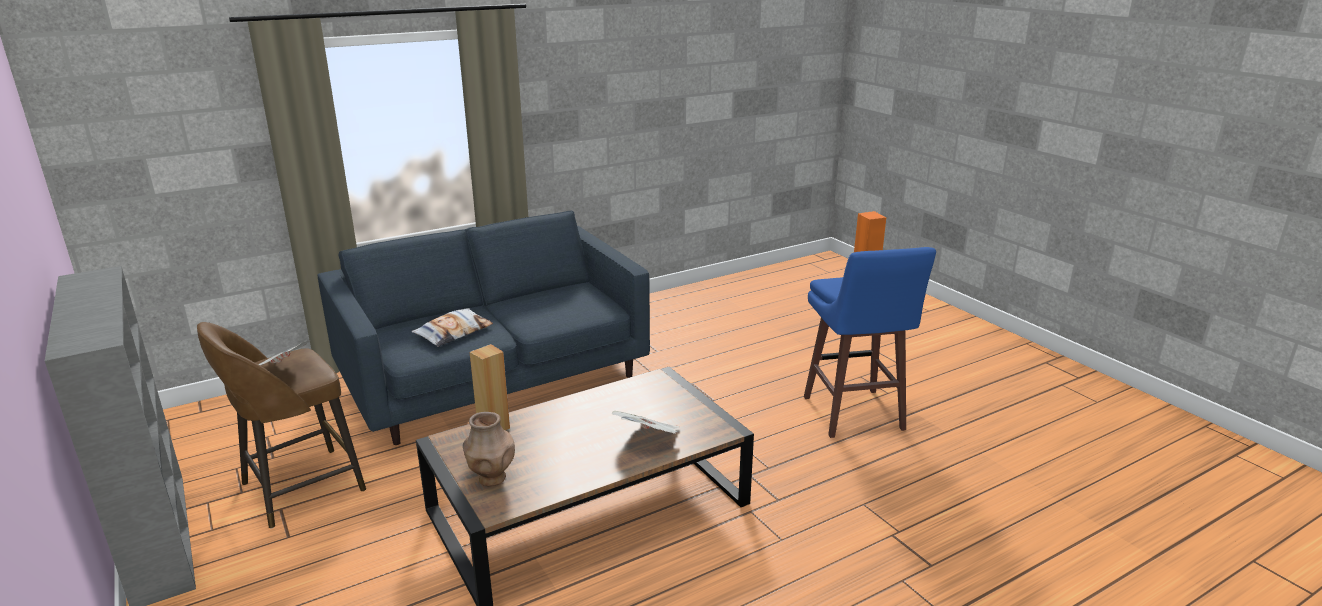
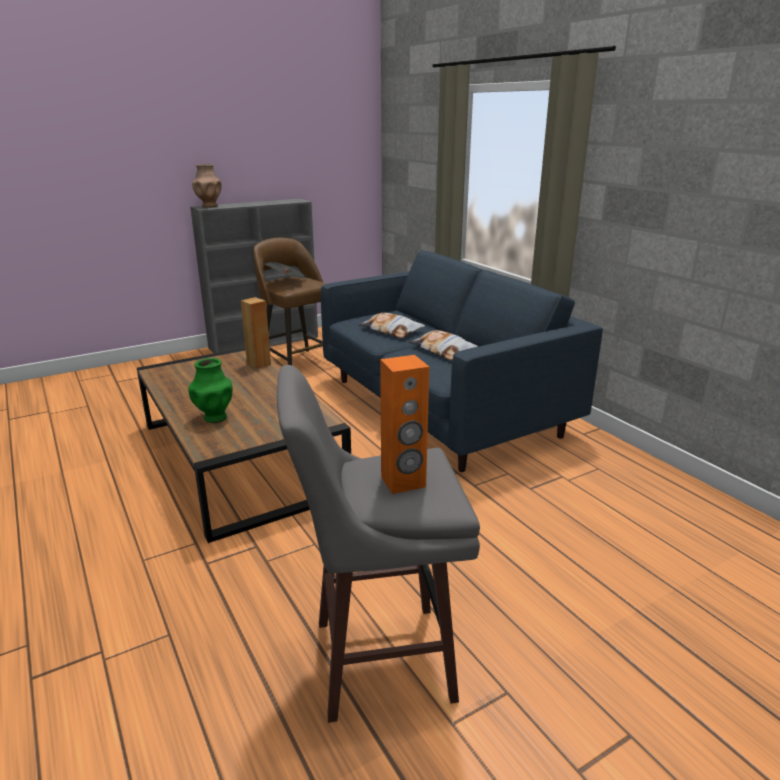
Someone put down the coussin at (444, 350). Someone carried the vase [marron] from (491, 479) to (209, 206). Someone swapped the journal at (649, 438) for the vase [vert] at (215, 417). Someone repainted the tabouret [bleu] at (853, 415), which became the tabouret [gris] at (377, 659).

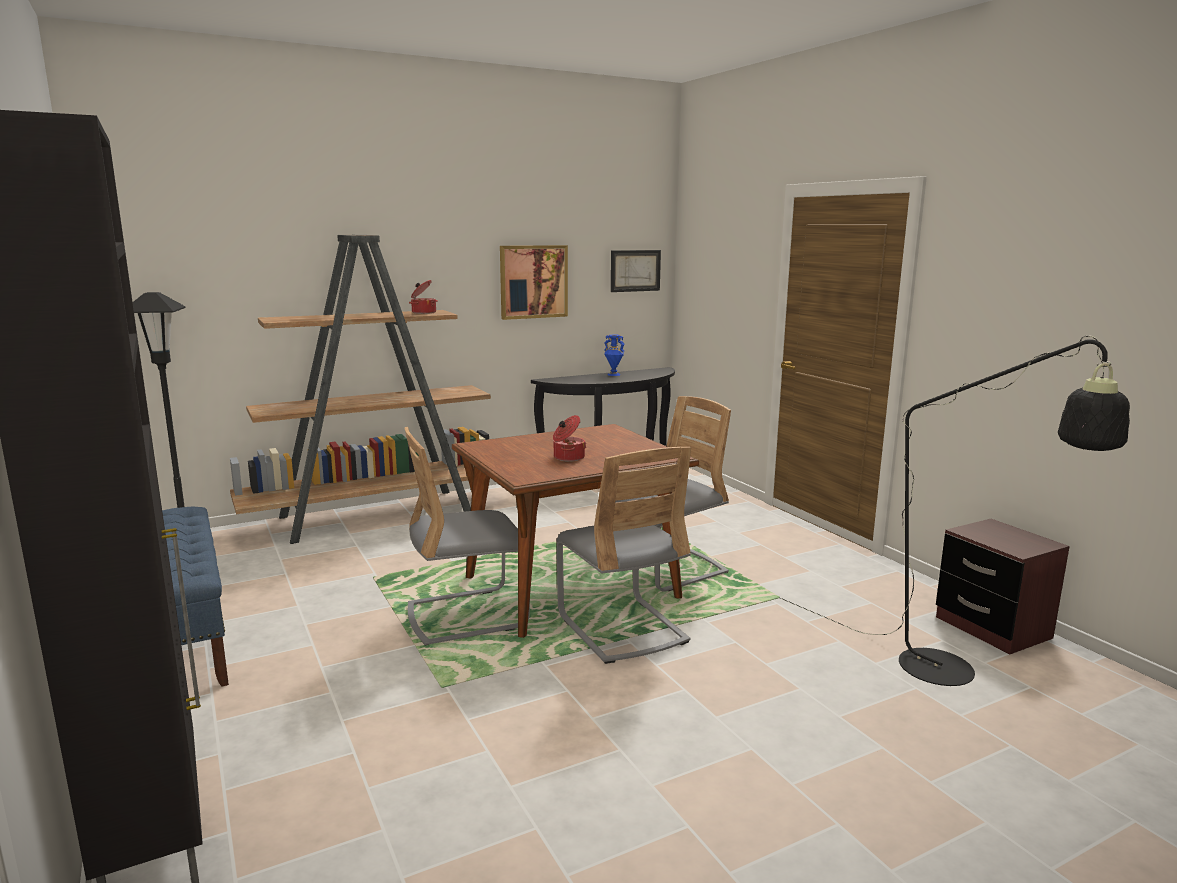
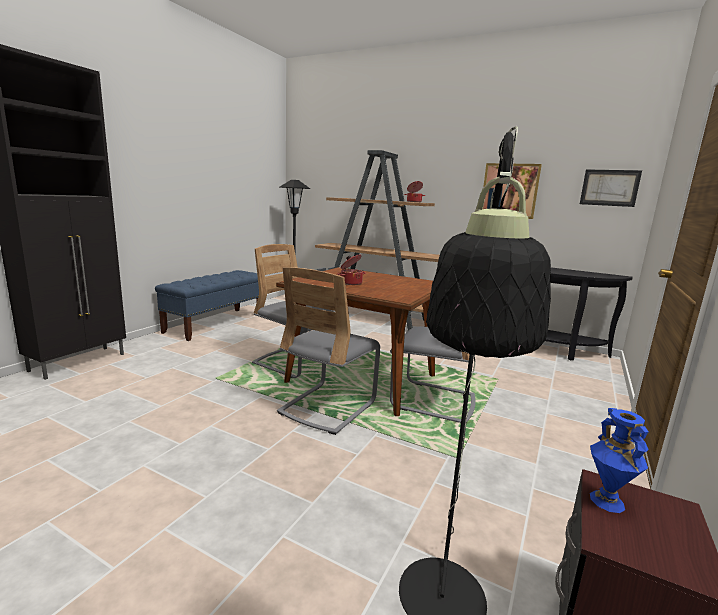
Someone carried the vase [bleu] from (613, 374) to (606, 501).

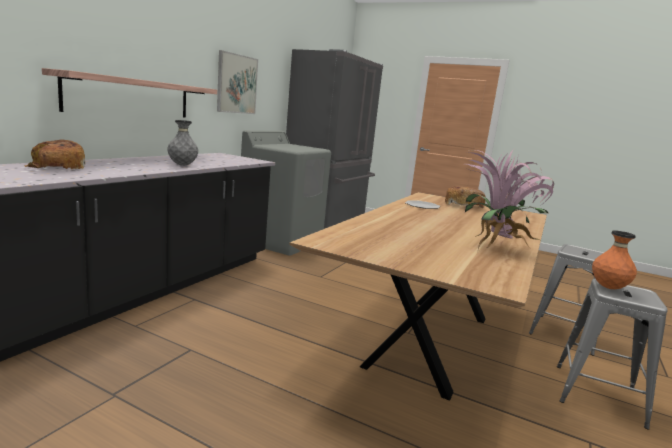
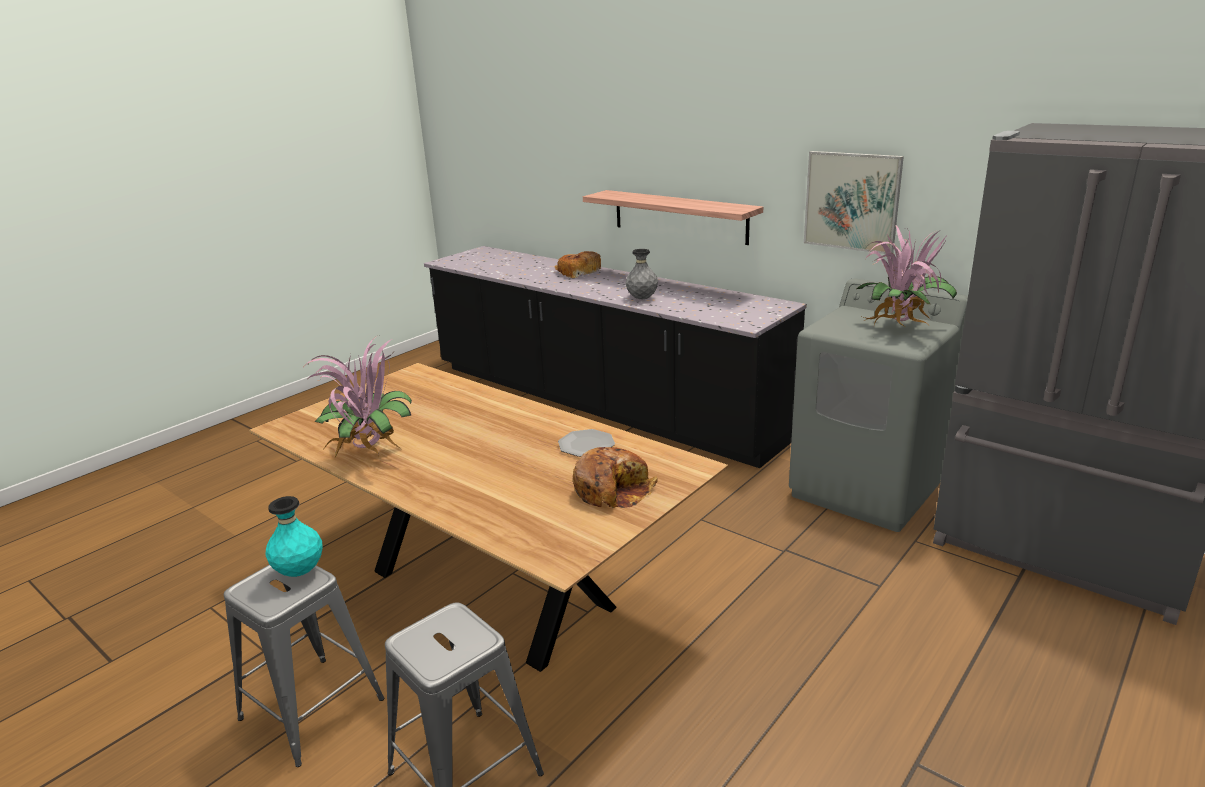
Someone put down the plante en pot at (900, 329). Someone repainted the vase [orange] at (608, 288), which became the vase [turquoise] at (300, 572).

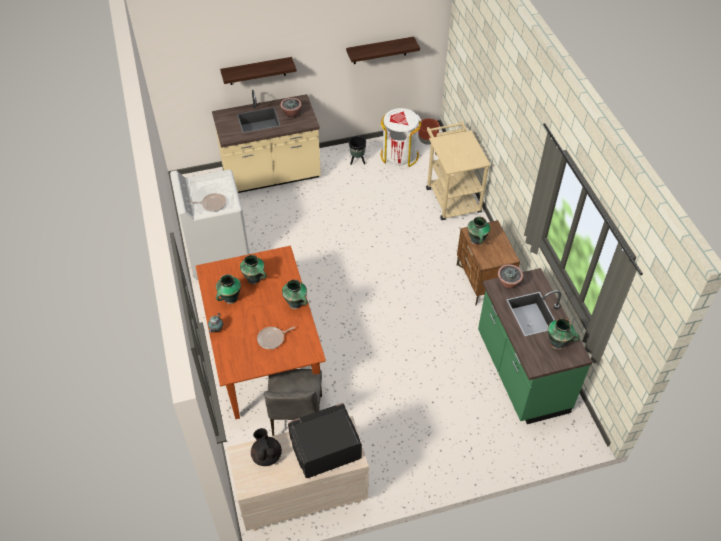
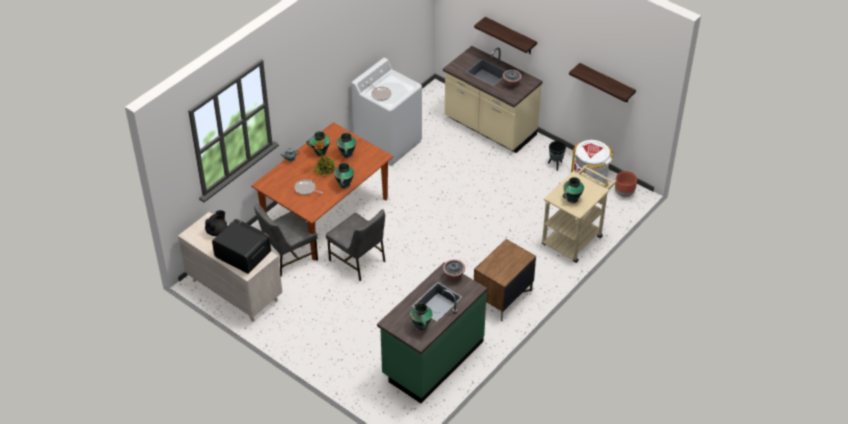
Someone put down the plante en pot at (325, 170). Someone put down the chaise [gris] at (358, 261). Someone carried the vase from (476, 241) to (571, 199).

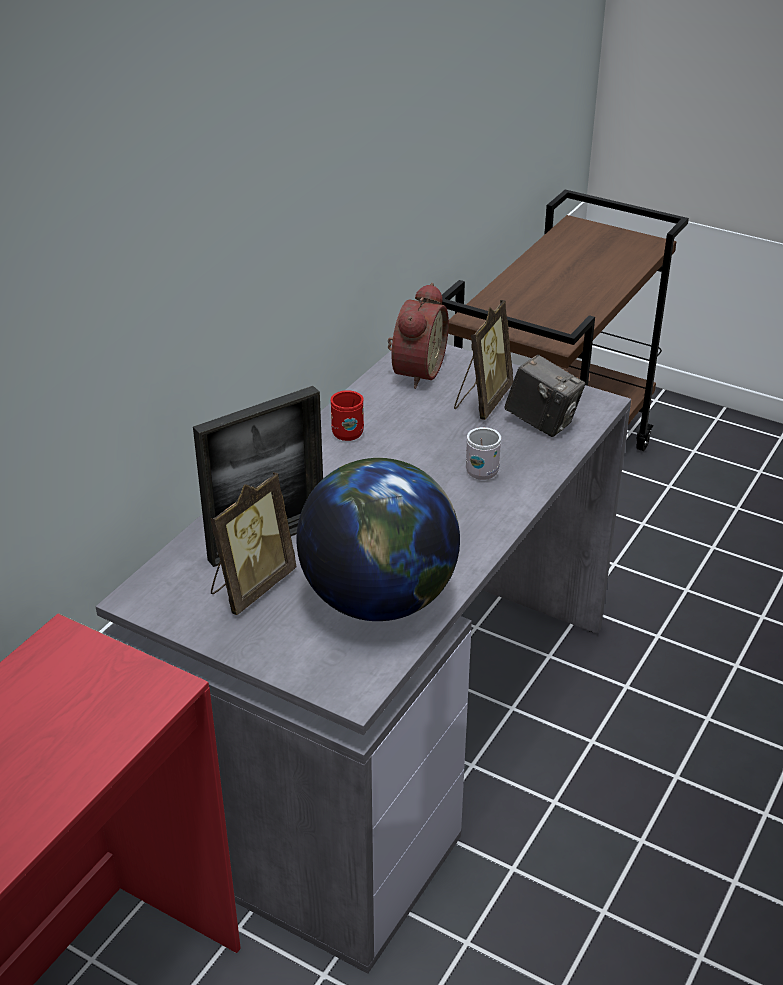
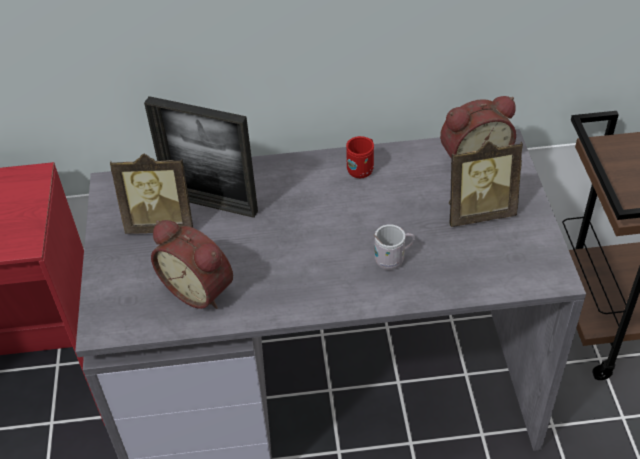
Someone took away the appareil photo at (542, 422). Someone swapped the globe at (379, 599) for the réveil at (200, 288).

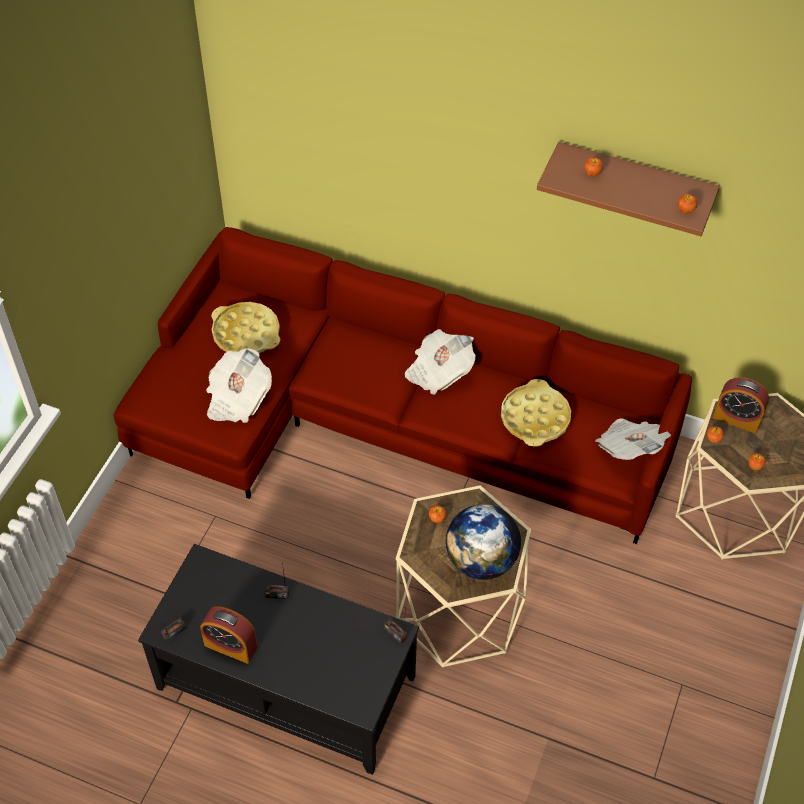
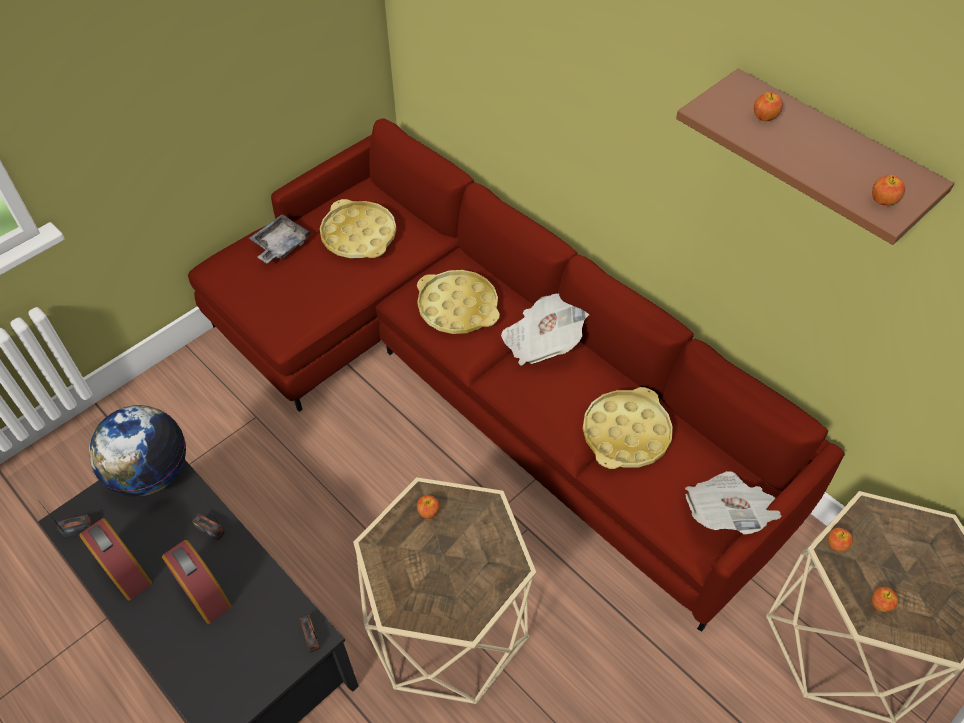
Someone took away the journal at (237, 399). Someone put down the plateau [gris] at (280, 245). Someone put down the plateau [jaune] at (458, 307). Someone carried the globe from (480, 560) to (151, 473). Someone carried the réveil from (737, 418) to (203, 592).

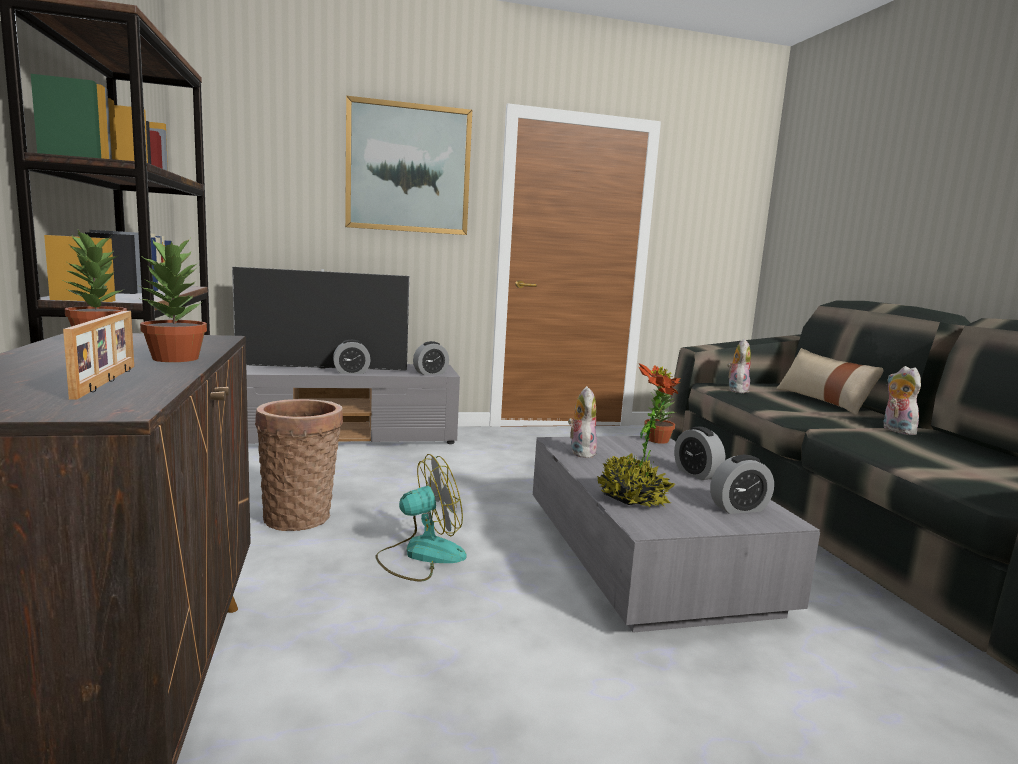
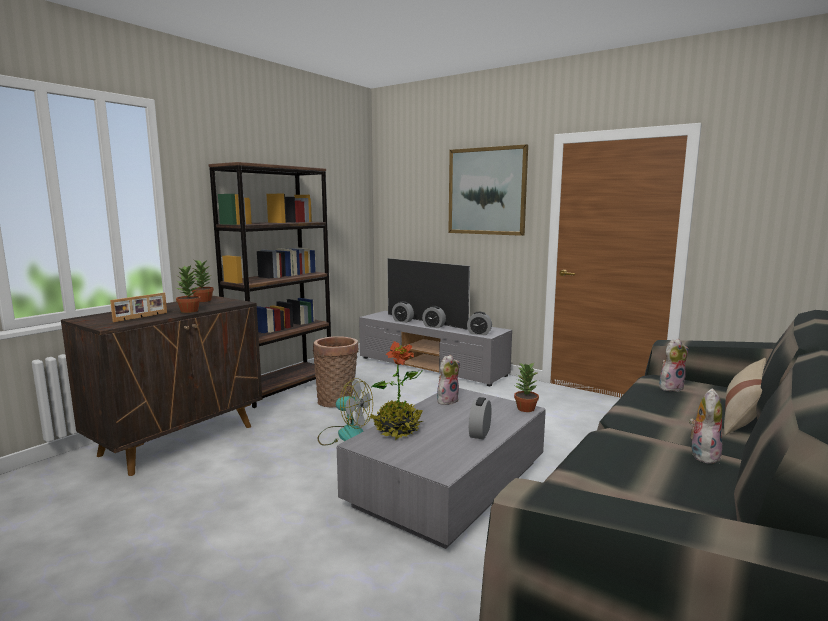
Someone carried the réveil from (739, 508) to (402, 321).

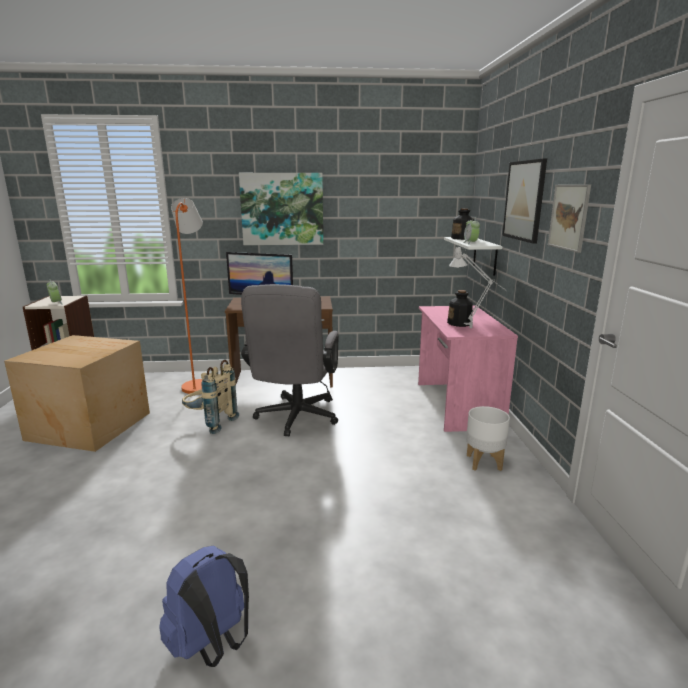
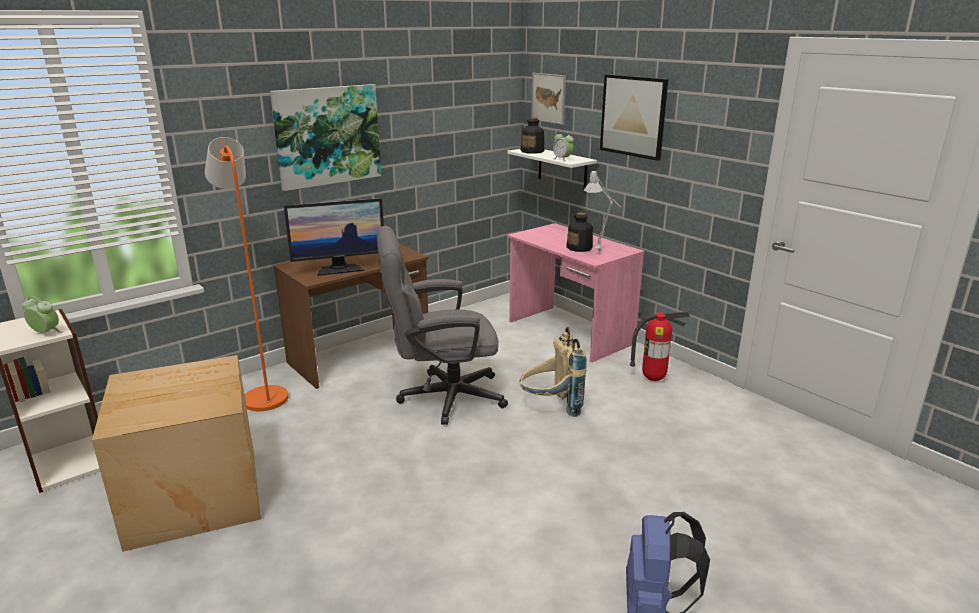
Someone carried the sac à dos [beige] from (210, 423) to (550, 407). Someone carried the tableau from (569, 217) to (548, 98). Someone swapped the cache-pot [blanc] at (484, 462) for the extincteur at (653, 379). Someone rotated the chaise de bureau [gris] at (295, 419) by 105 degrees clockwise.

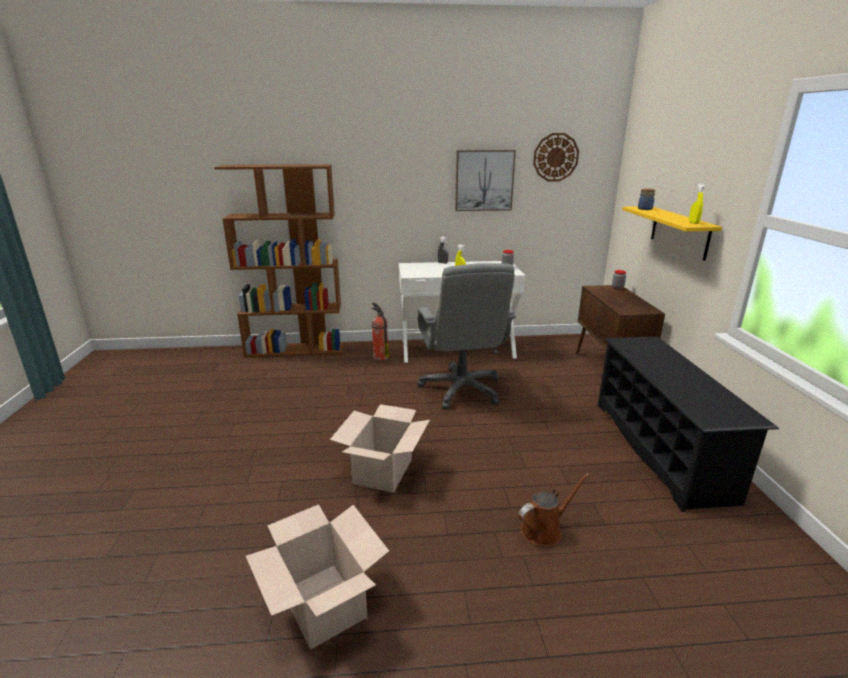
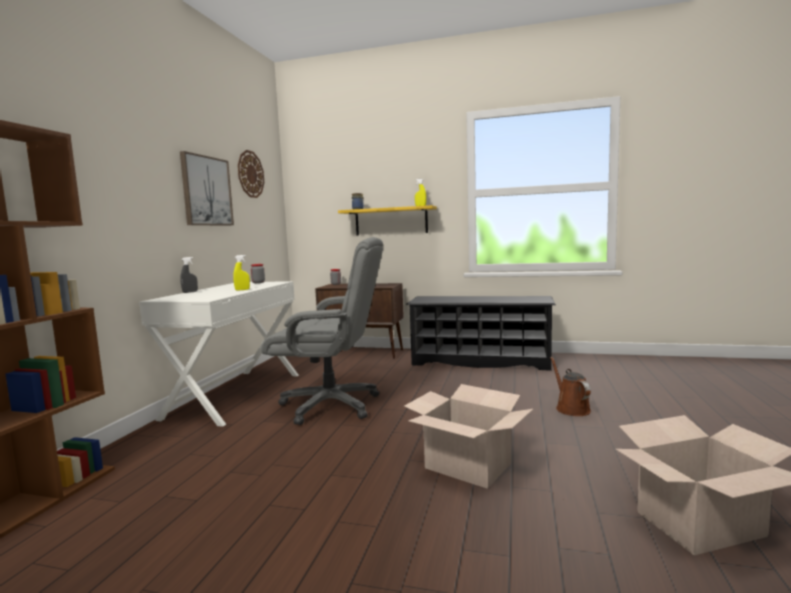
Someone took away the extincteur at (380, 357).

